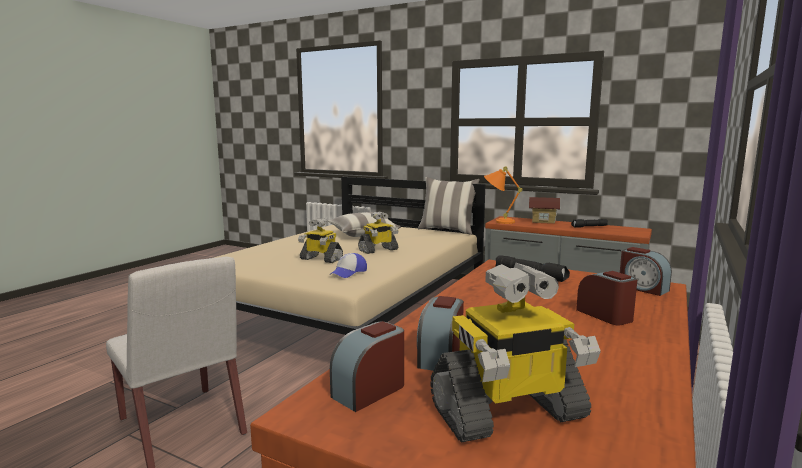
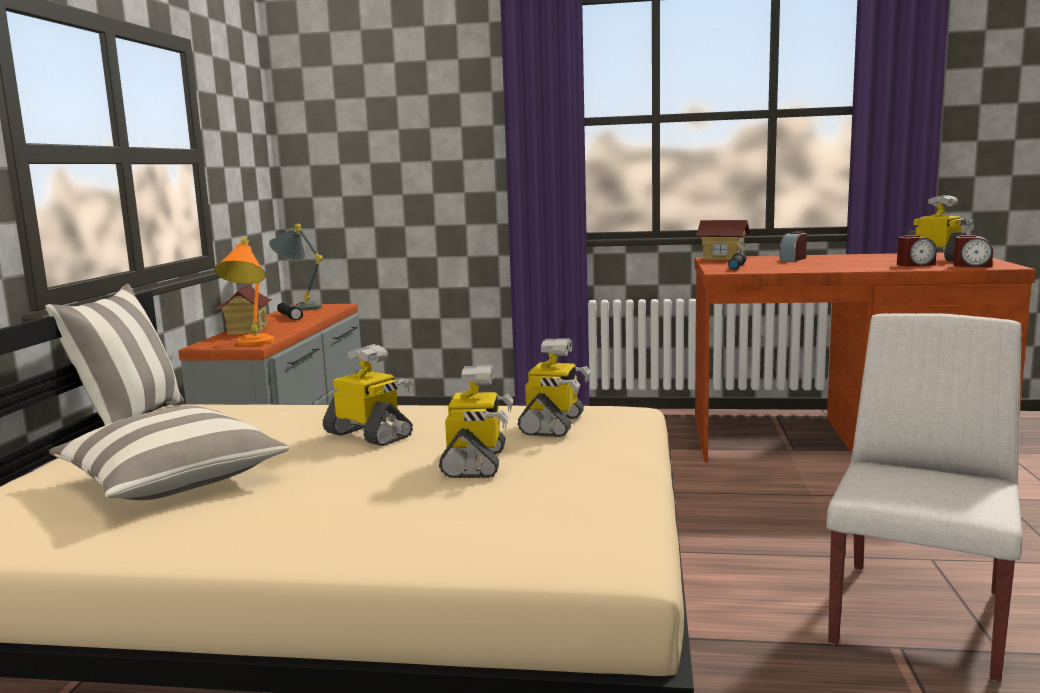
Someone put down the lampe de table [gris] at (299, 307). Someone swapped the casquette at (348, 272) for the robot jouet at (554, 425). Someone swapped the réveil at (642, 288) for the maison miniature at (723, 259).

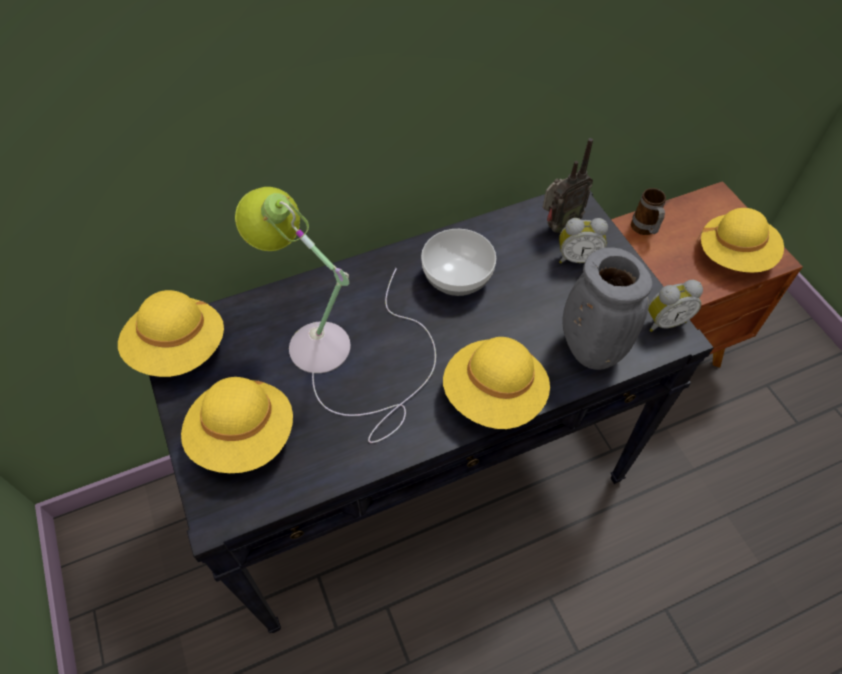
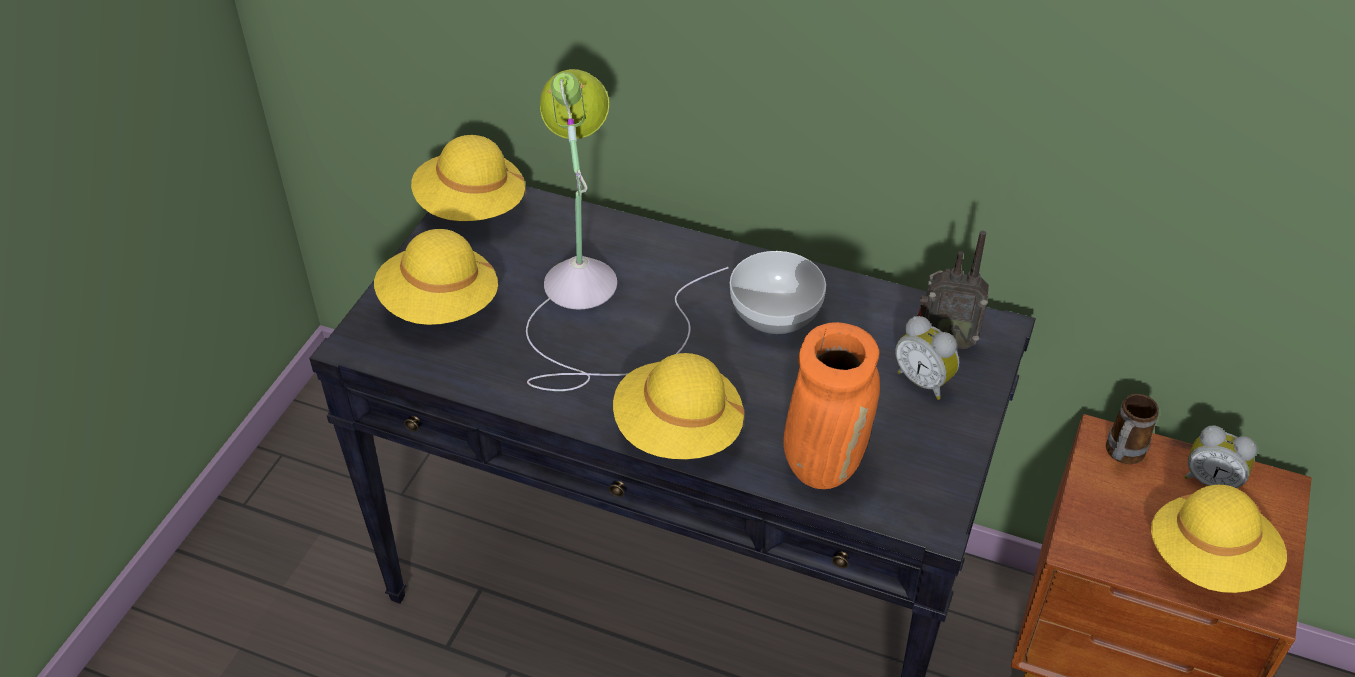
Someone carried the réveil from (664, 321) to (1211, 481). Someone repainted the vase [gris] at (589, 348), which became the vase [orange] at (823, 462).

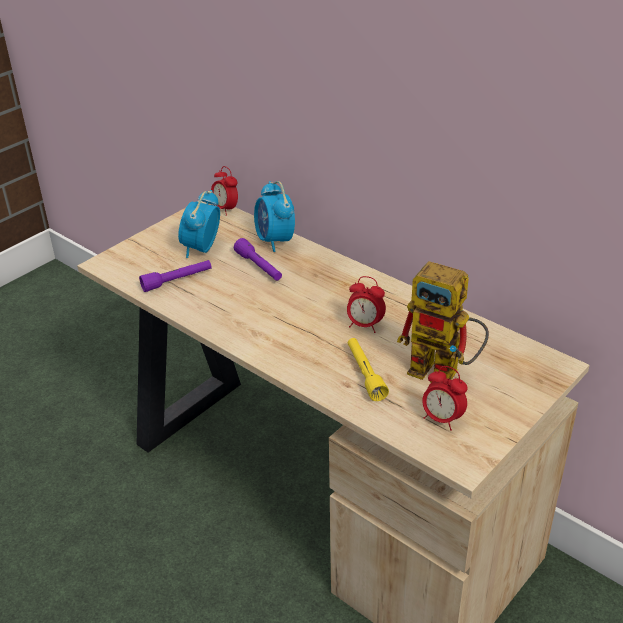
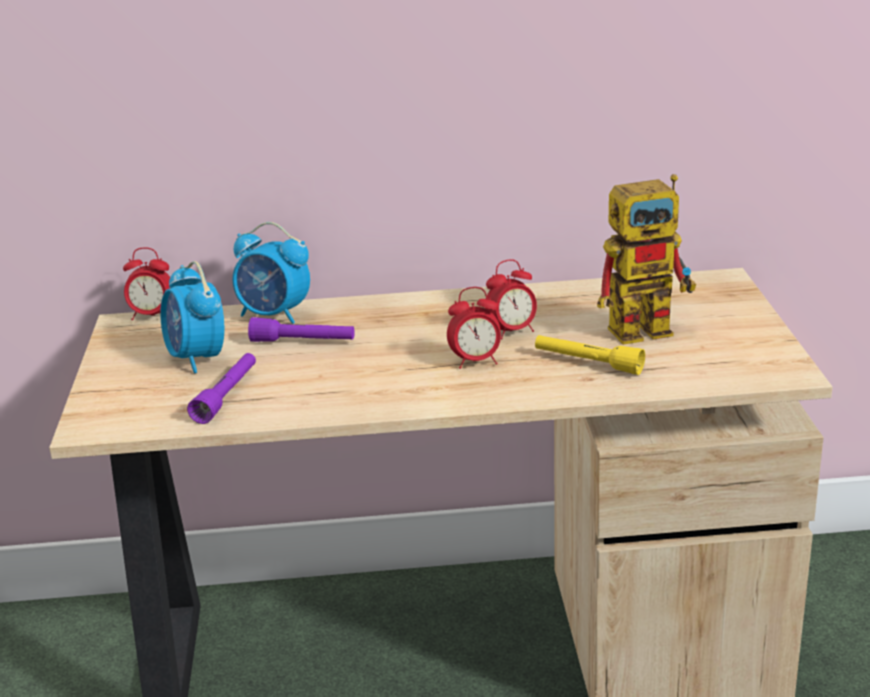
Someone carried the réveil from (442, 419) to (476, 362).

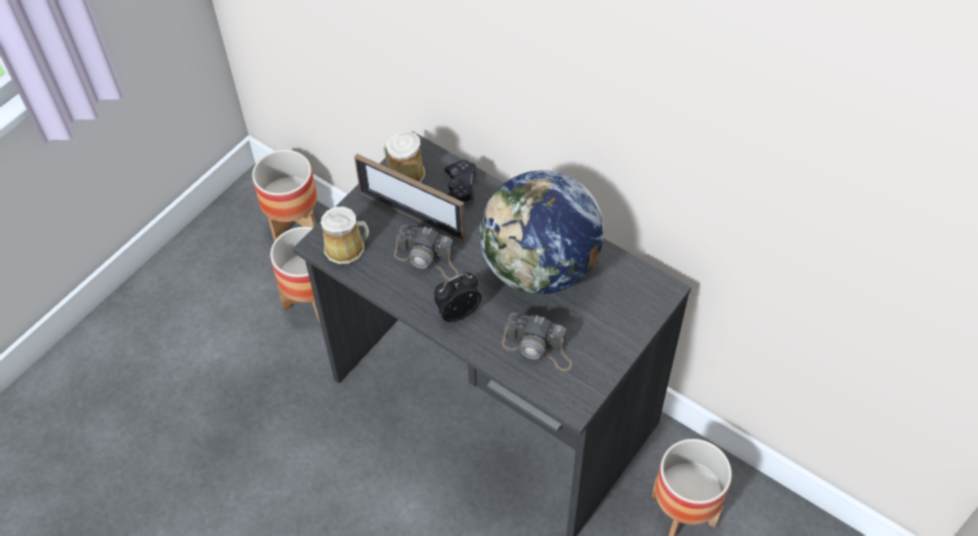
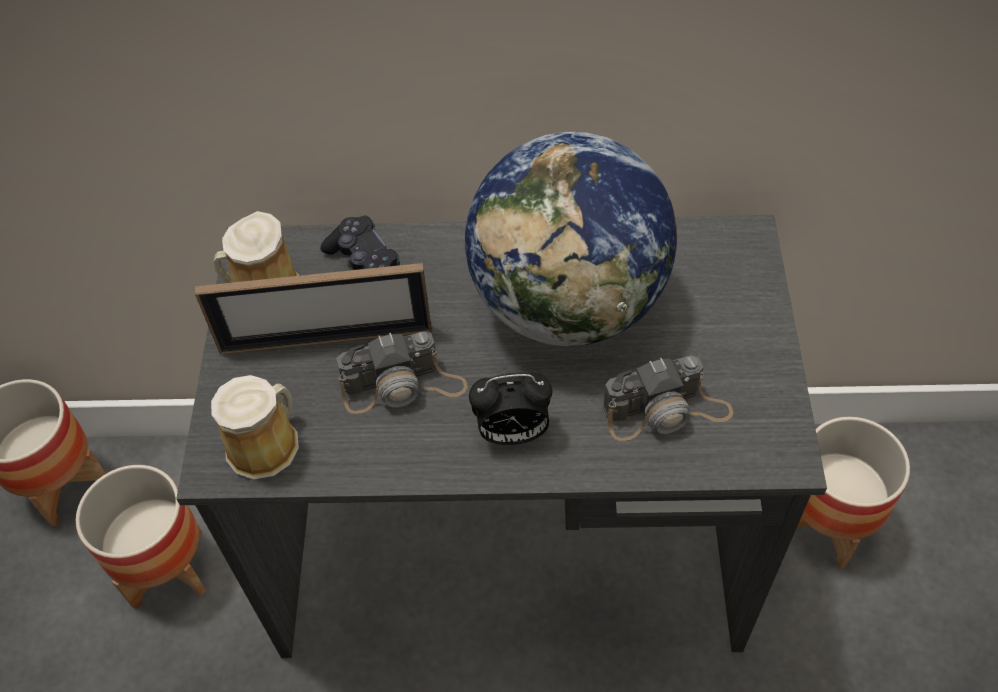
Someone rotated the réveil at (457, 312) by 120 degrees counterclockwise.

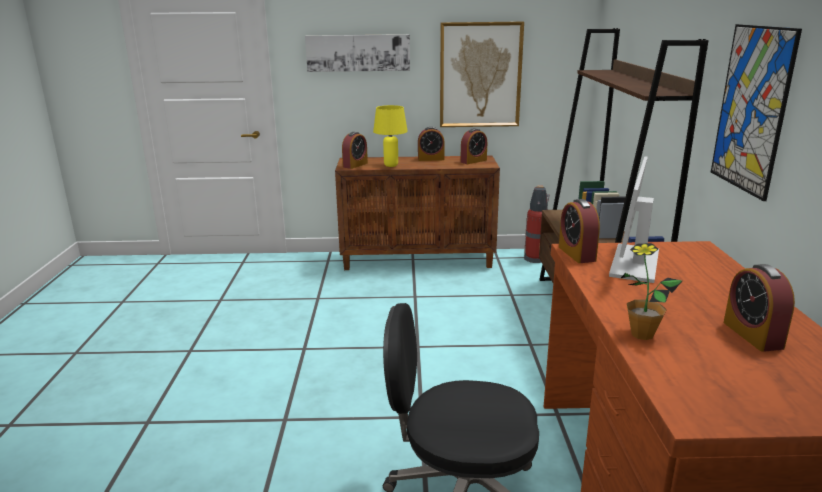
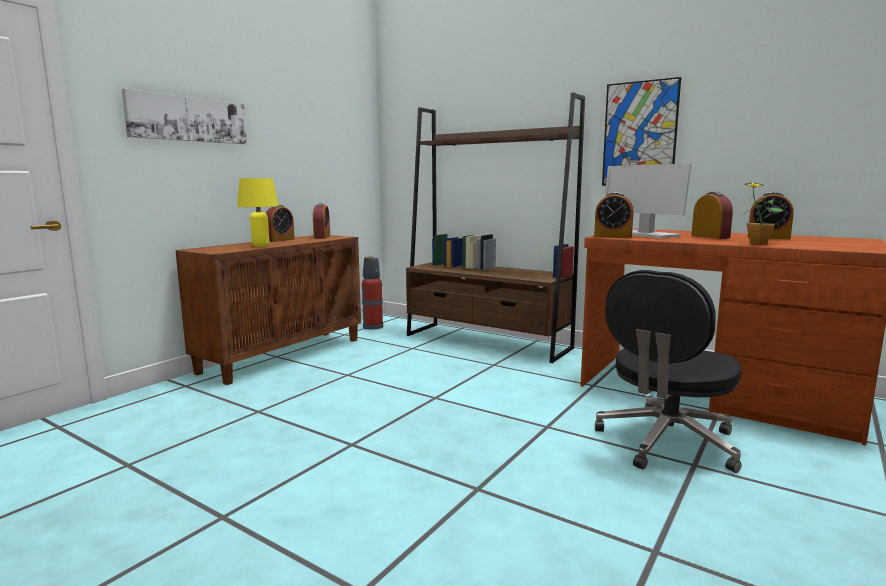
Someone took away the tableau at (480, 75). Someone carried the réveil from (355, 165) to (710, 237).

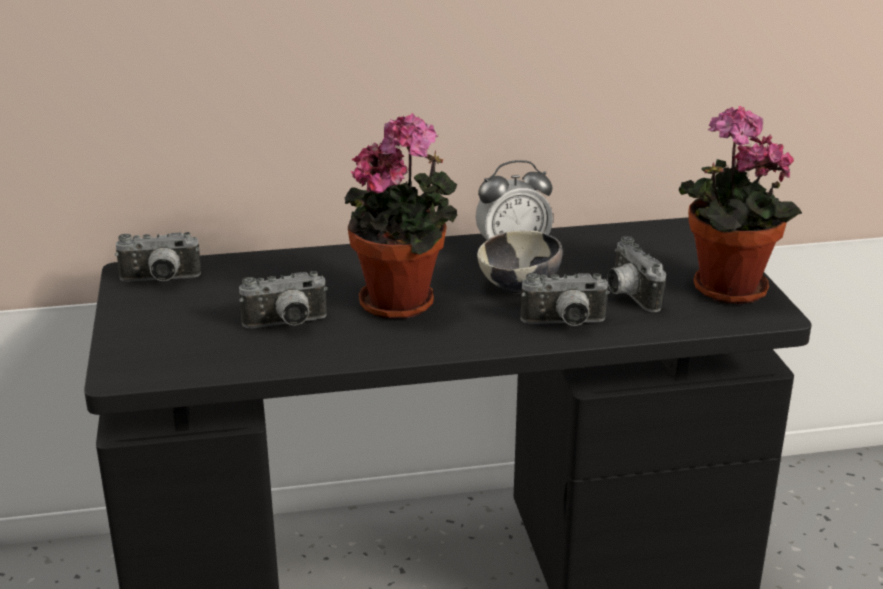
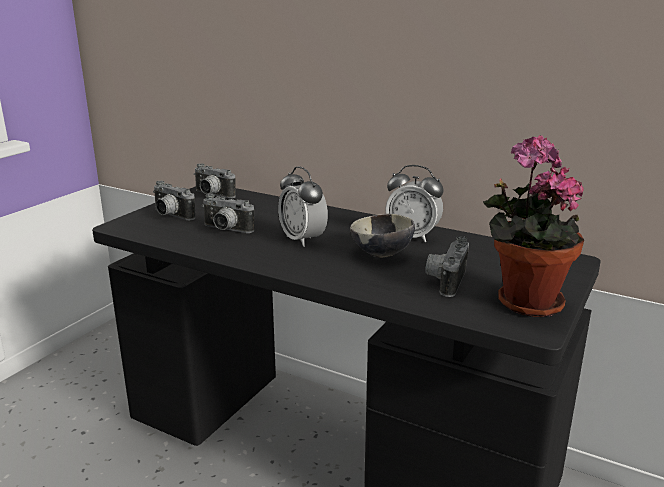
Someone carried the appareil photo from (564, 324) to (170, 216). Someone swapped the plante en pot at (404, 302) for the réveil at (303, 239).

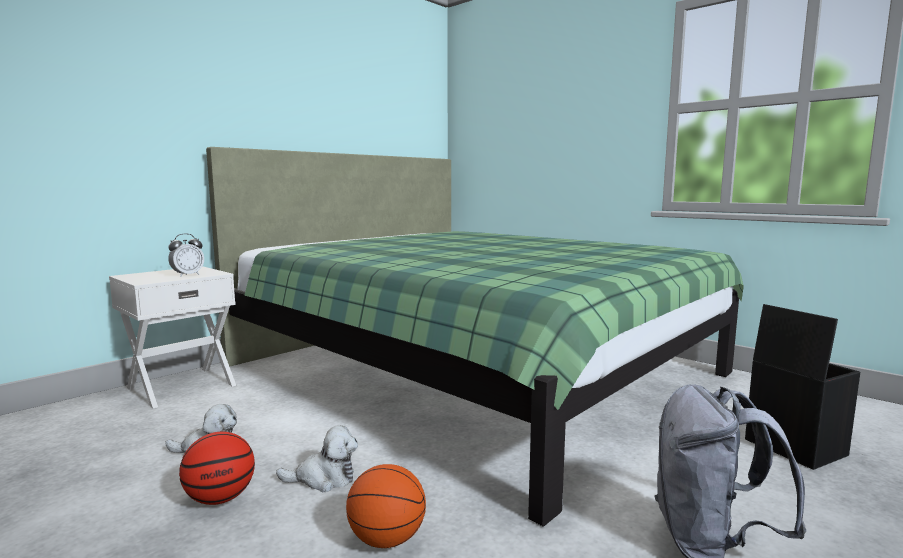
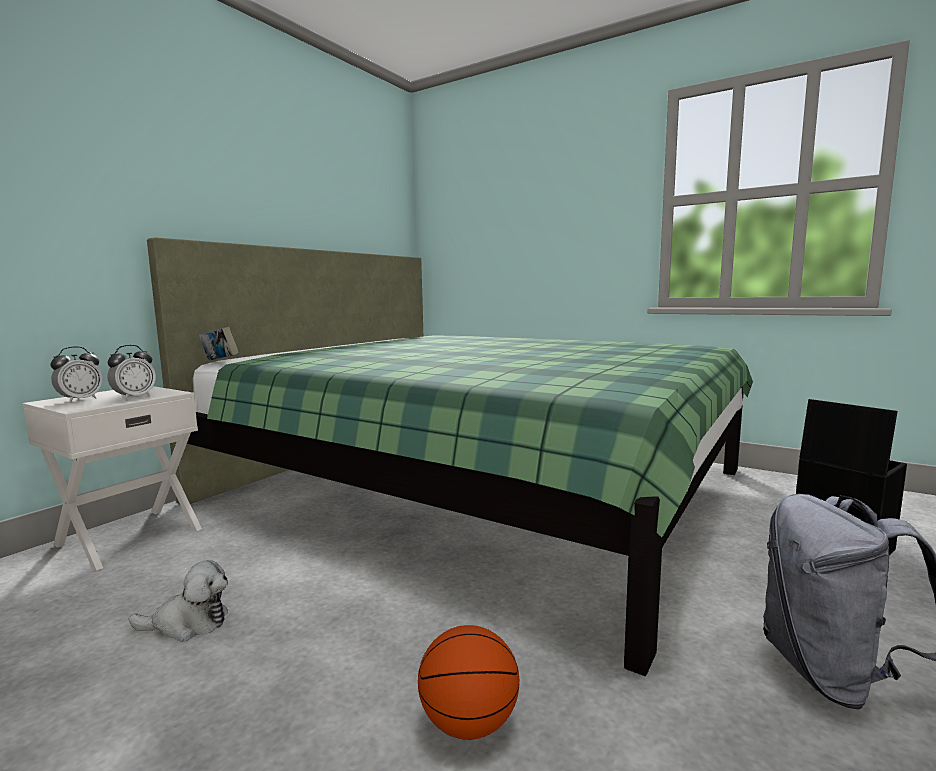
Someone took away the ballon de basket at (220, 498). Someone took away the peluche at (324, 478). Someone put down the réveil at (80, 400). Someone put down the livre at (220, 361).

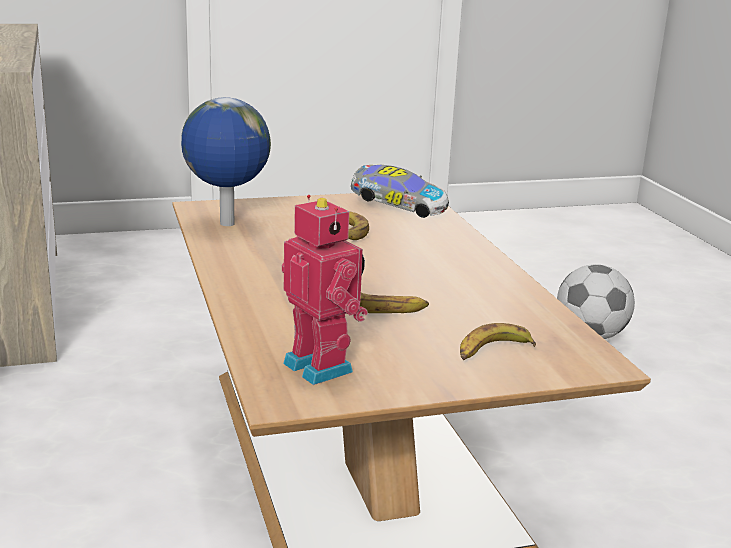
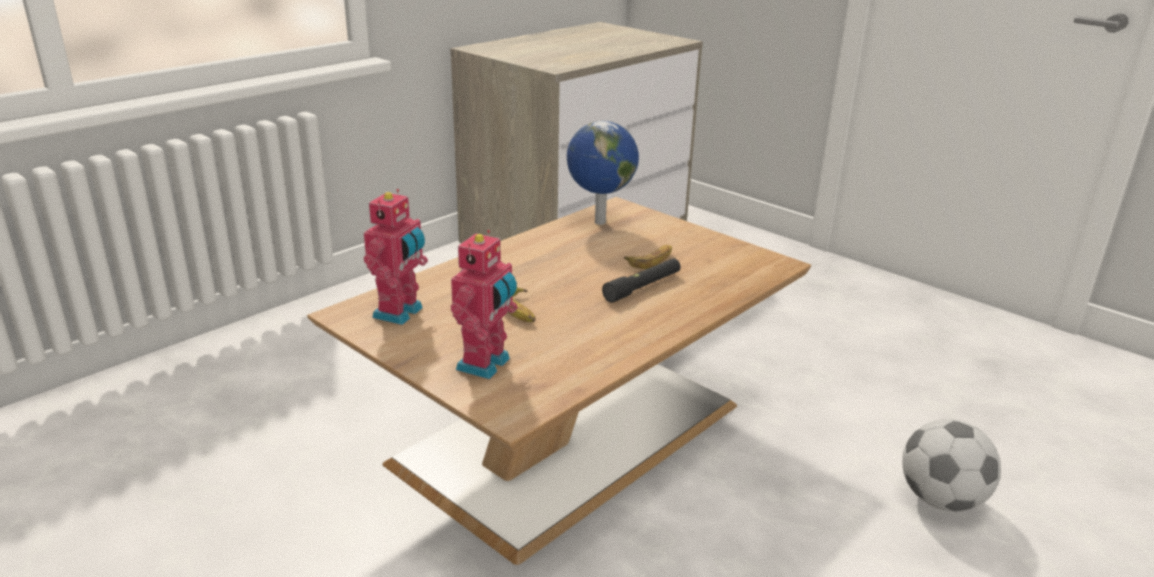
Someone took away the petite voiture at (396, 207). Someone put down the lampe de poche [noir] at (643, 287). Someone swapped the banane at (492, 351) for the robot jouet at (486, 365).

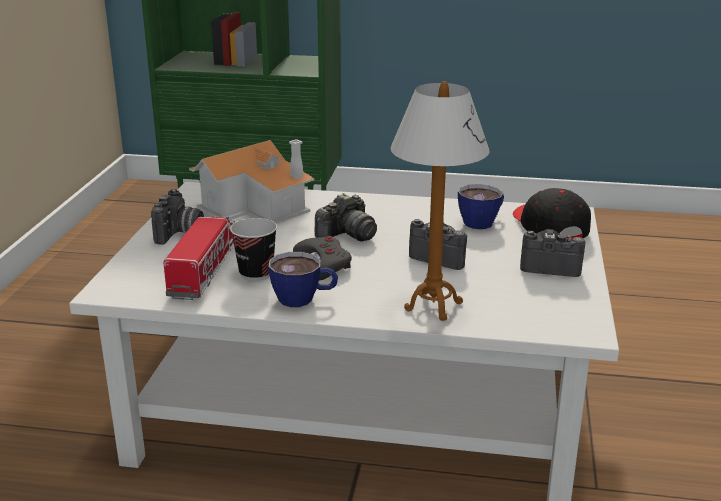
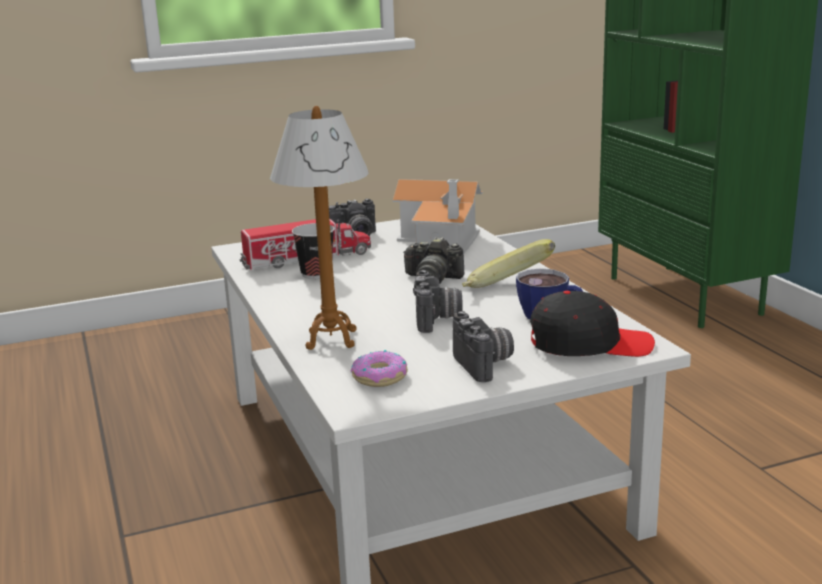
Someone took away the tasse at (304, 299). Someone took away the manette [gris] at (323, 264). Someone put down the beignet at (380, 377). Someone put down the banane at (506, 290). Someone rotated the casquette [noir] at (549, 226) by 45 degrees clockwise.

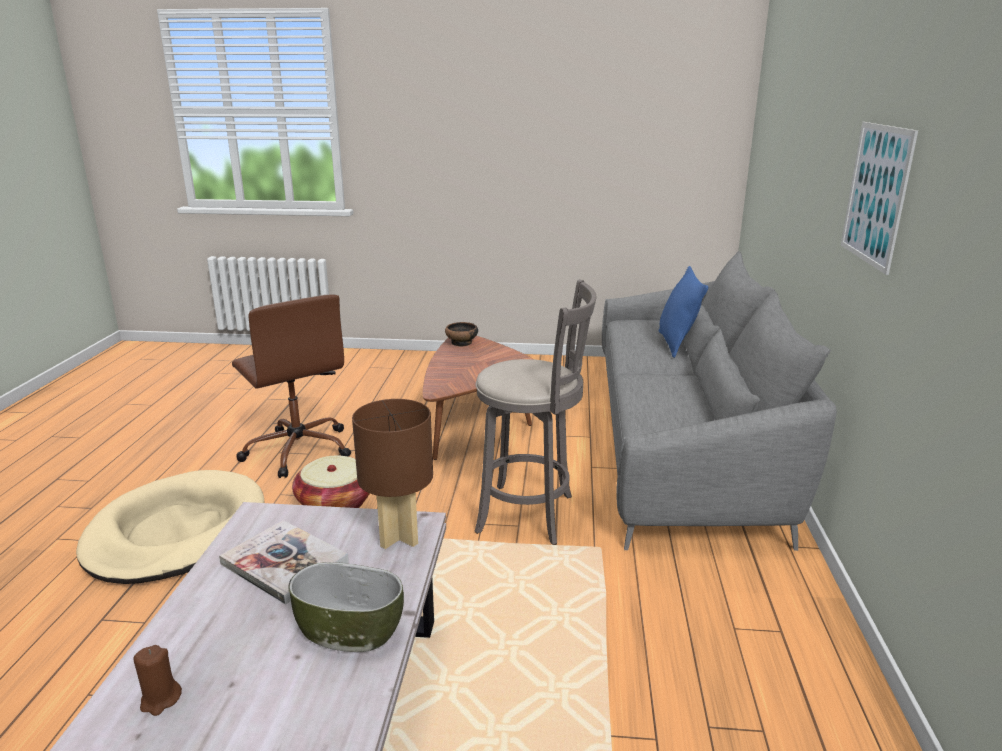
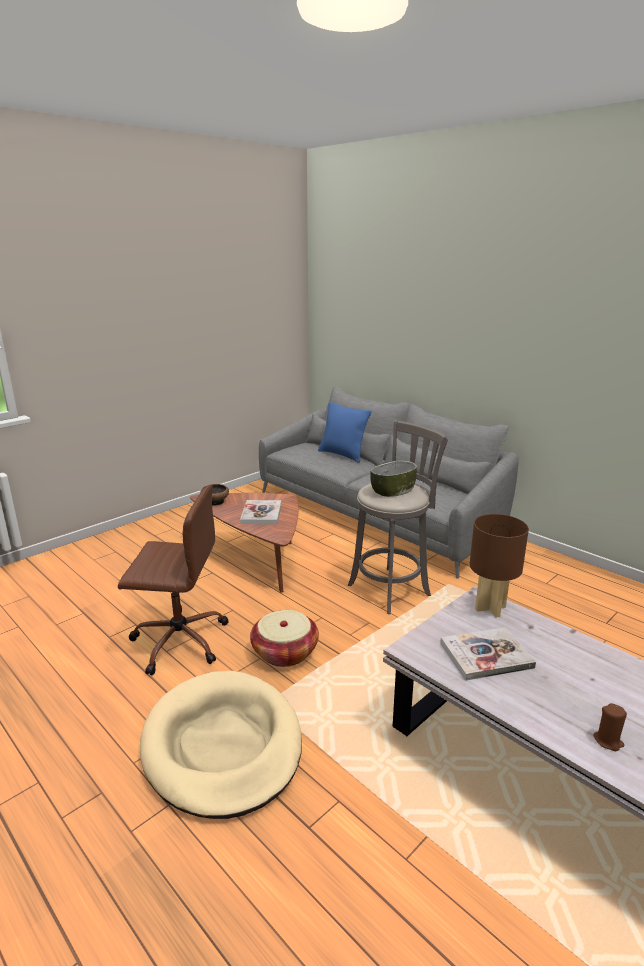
Someone took away the tableau at (876, 194). Someone put down the livre at (261, 514). Someone carried the bol from (350, 628) to (392, 490).

